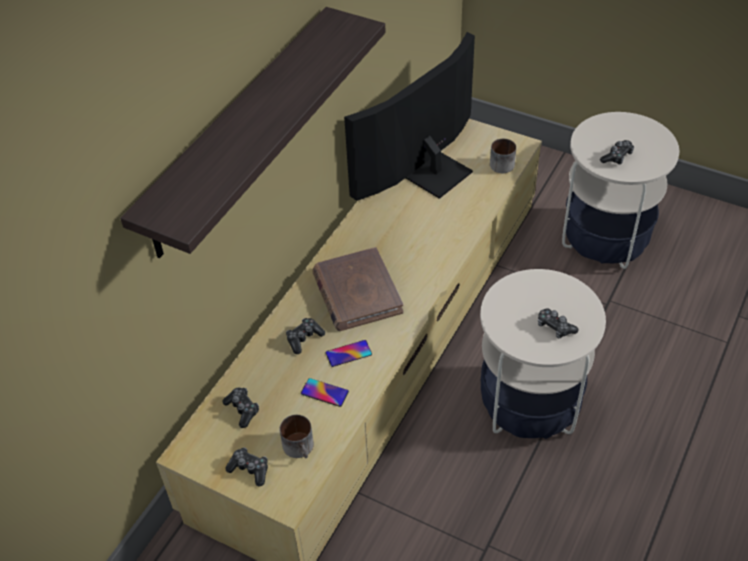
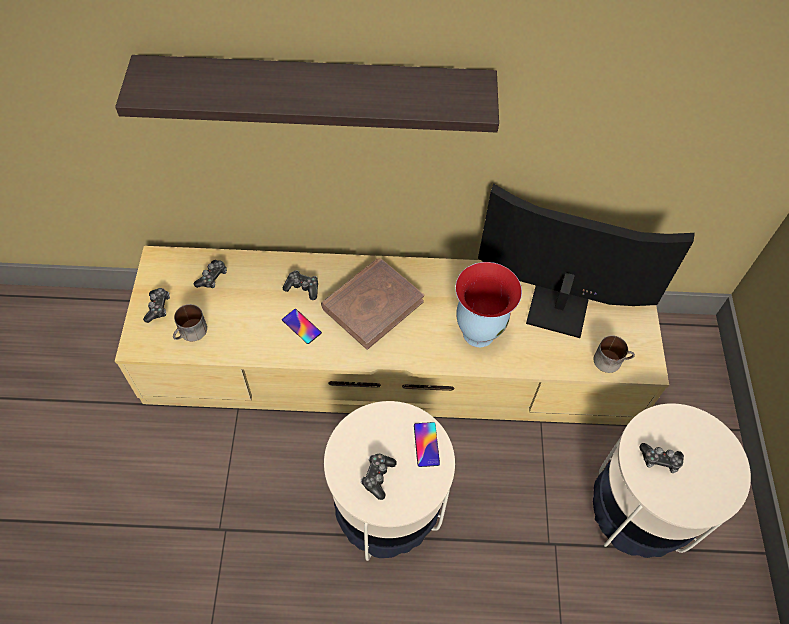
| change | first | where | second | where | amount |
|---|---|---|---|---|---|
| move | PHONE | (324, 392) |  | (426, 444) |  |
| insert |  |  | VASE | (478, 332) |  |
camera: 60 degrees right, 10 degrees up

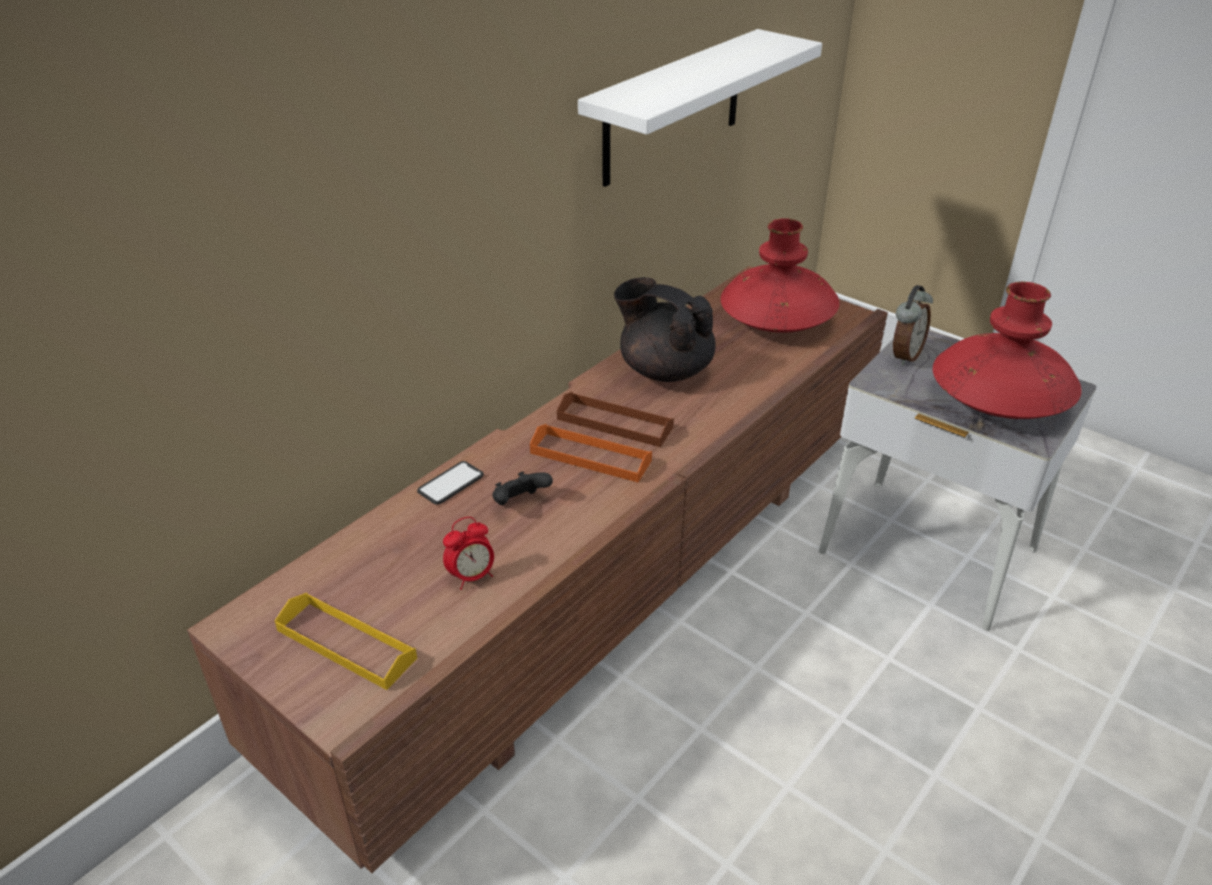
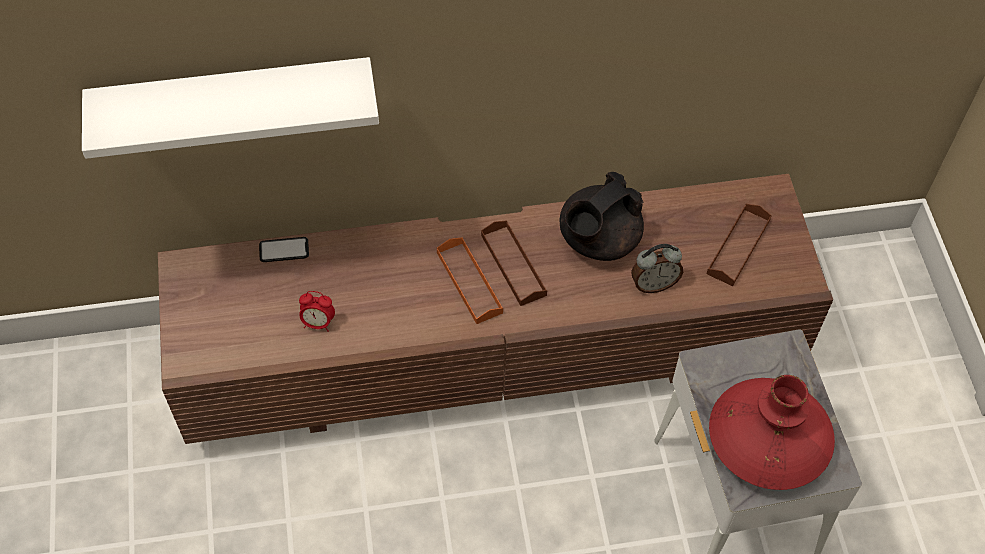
| change | first | where | second | where | amount |
|---|---|---|---|---|---|
| move | WHITE SHELF | (673, 107) |  | (234, 102) |  |
| replace | RED VASE | (777, 319) | BROWN TRAY | (738, 247) |  |
| rotate | BLACK TEAPOT | (664, 370) |  | (598, 240) | 120 degrees counterclockwise |
| move | ALARM CLOCK | (904, 356) |  | (653, 284) |  |
| move | PHONE | (450, 483) |  | (284, 250) |  |
| delete | BLACK GAME CONTROLLER | (520, 503) |  |  |  |
| delete | YELLOW TRAY | (346, 644) |  |  |  |
camera: 40 degrees right, 20 degrees up

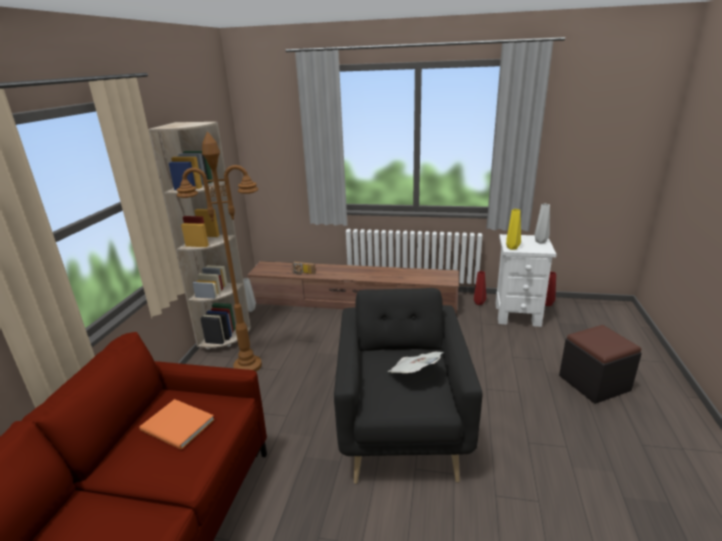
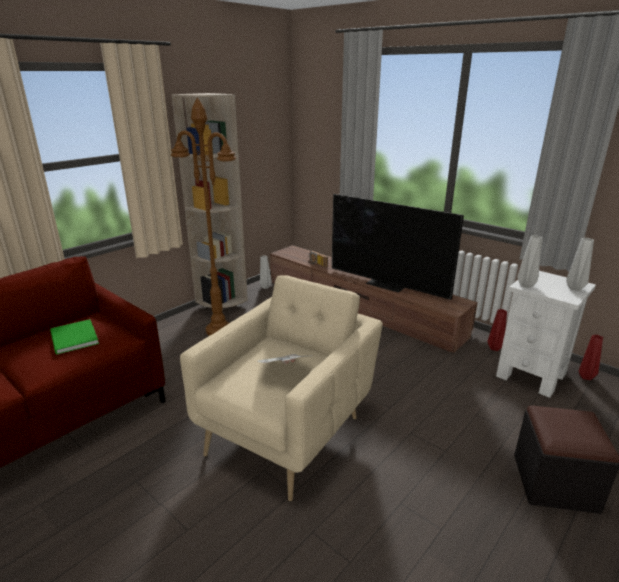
| change | first | where | second | where | amount |
|---|---|---|---|---|---|
| recolor | YELLOW VASE | (512, 248) | GREY VASE | (526, 285) |  |
| recolor | BLACK ARMCHAIR | (402, 428) | BEIGE ARMCHAIR | (289, 431) |  |
| recolor | ORANGE BOOK | (178, 427) | GREEN BOOK | (73, 339) |  |
| insert |  |  | TELEVISION | (387, 284) |  |
camera: 30 degrees right, 0 degrees up

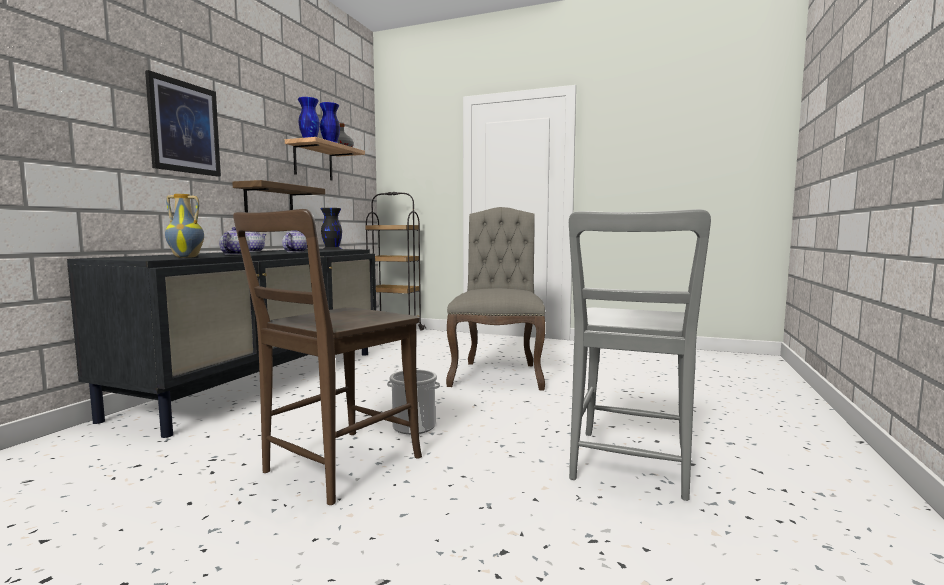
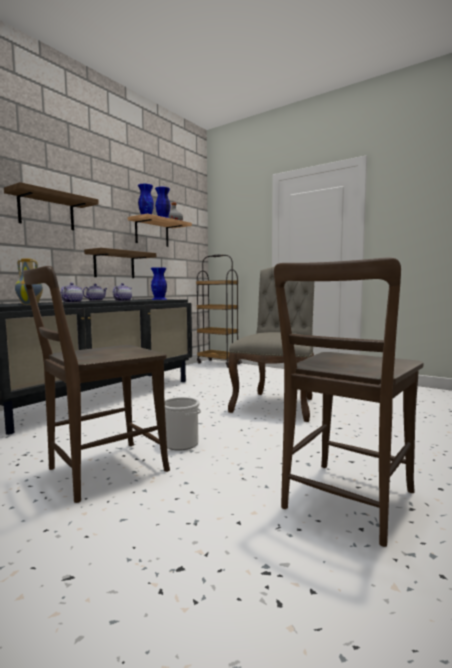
| change | first | where | second | where | amount |
|---|---|---|---|---|---|
| replace | PICTURE | (184, 127) | SHELF | (46, 211) |  |
| recolor | BLACK VASE | (332, 249) | BLUE VASE | (159, 299) |  |
| recolor | GREY CHAIR | (629, 466) | BROWN CHAIR | (345, 503) |  |
camera: 15 degrees right, 0 degrees up

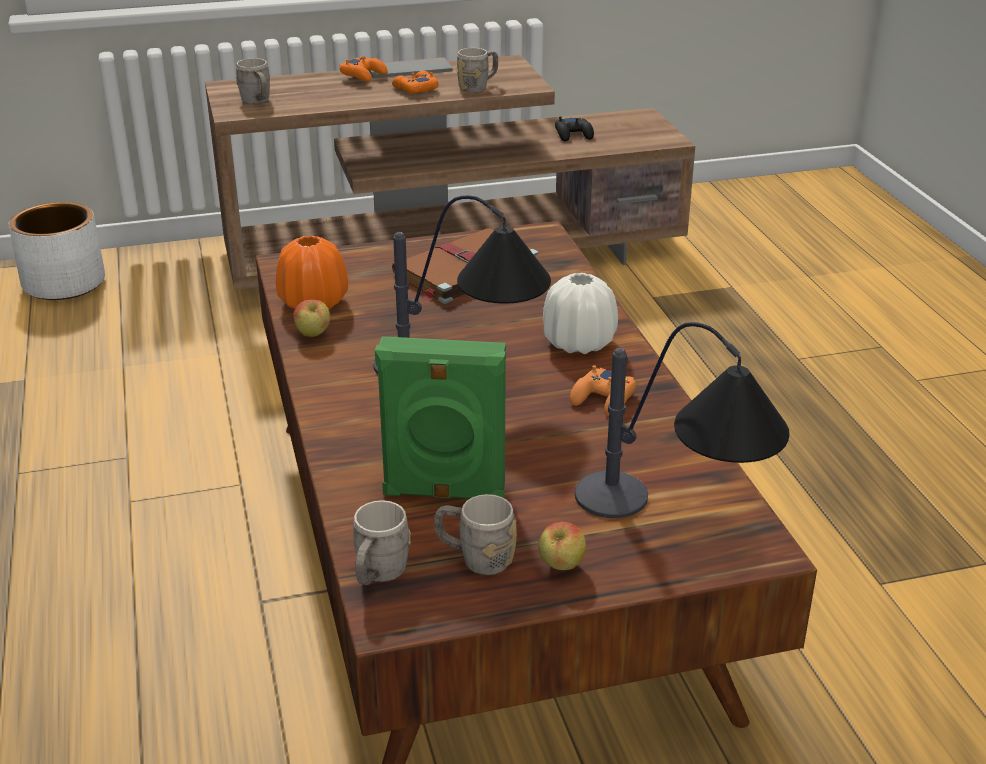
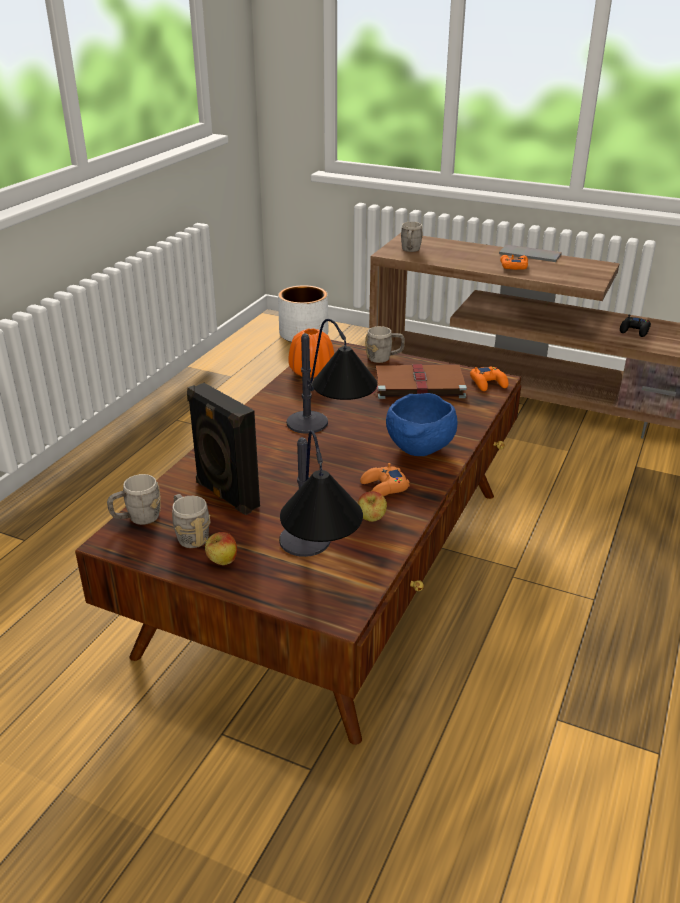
| change | first | where | second | where | amount |
|---|---|---|---|---|---|
| move | GREY MUG | (478, 87) |  | (384, 358) |  |
| move | ORANGE GAME CONTROLLER | (364, 75) |  | (488, 383) |  |
| replace | WHITE VASE | (579, 343) | BLUE BOWL | (420, 450) |  |
| move | APPLE | (313, 335) |  | (371, 520) |  |
| recolor | GREEN SPEAKER | (444, 493) | BLACK SPEAKER | (225, 496) |  |
camera: 40 degrees right, 0 degrees up

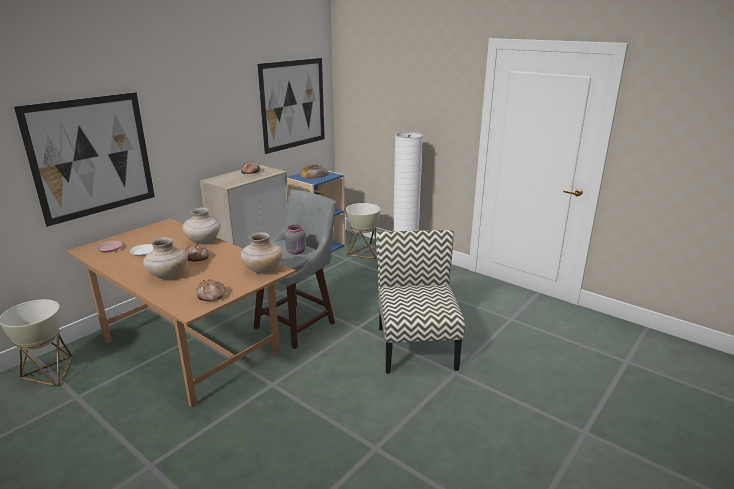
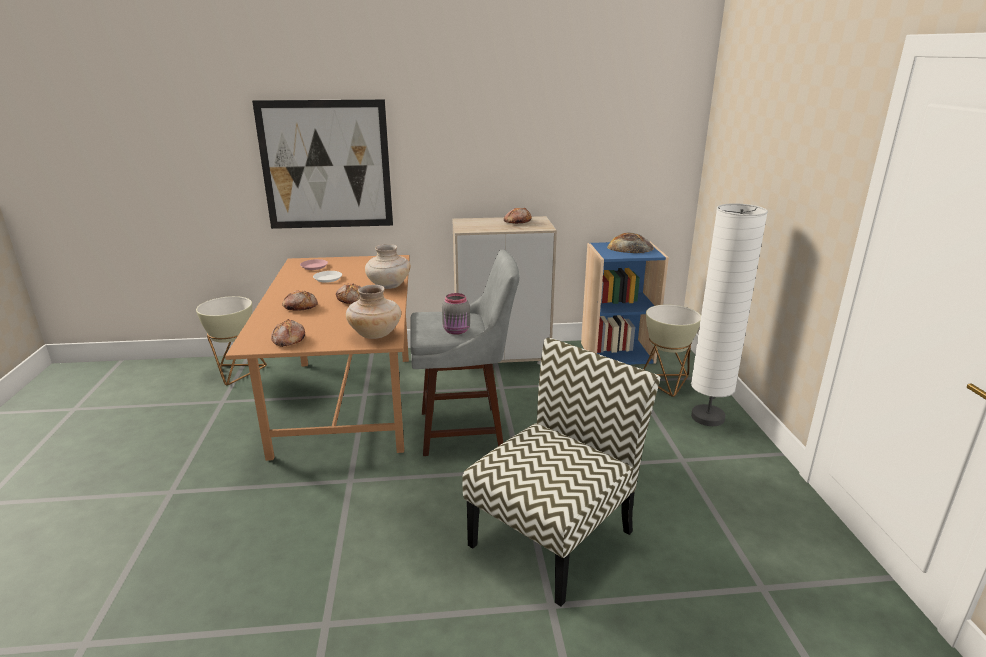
| change | first | where | second | where | amount |
|---|---|---|---|---|---|
| delete | PICTURE | (293, 104) |  |  |  |
| replace | BEIGE VASE | (168, 275) | BREAD | (300, 307) |  |
camera: 45 degrees right, 0 degrees up

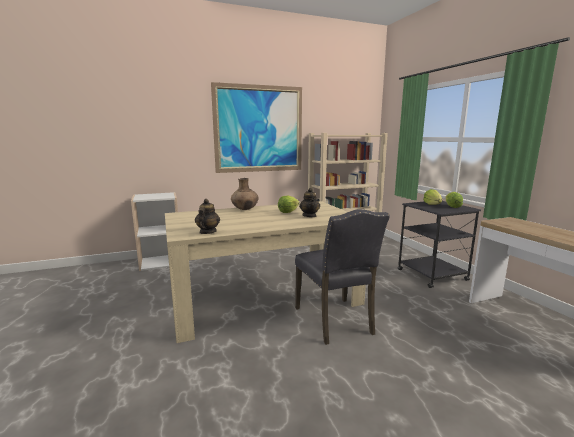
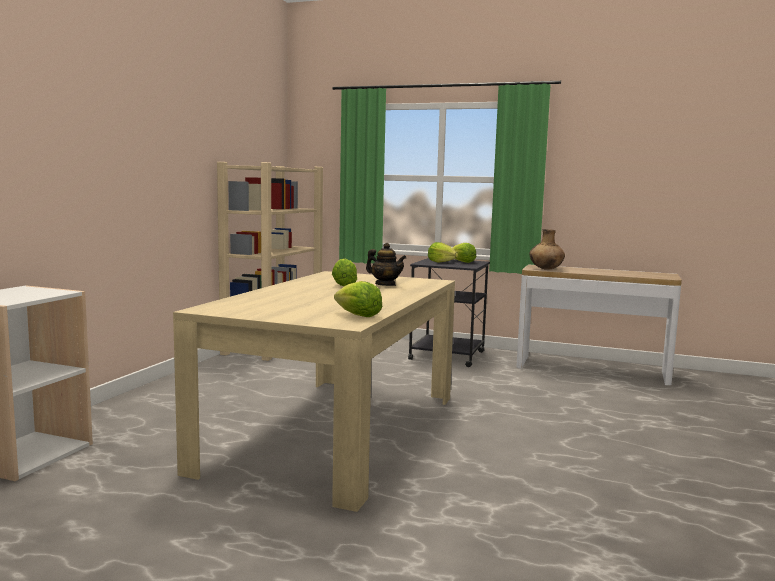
| change | first | where | second | where | amount |
|---|---|---|---|---|---|
| delete | PICTURE | (259, 129) |  |  |  |
| move | BROWN VASE | (245, 209) |  | (546, 269) |  |
| replace | TEAPOT | (207, 232) | LETTUCE | (358, 315) |  |
| delete | GREY CHAIR | (335, 321) |  |  |  |
camera: 50 degrees left, 5 degrees down

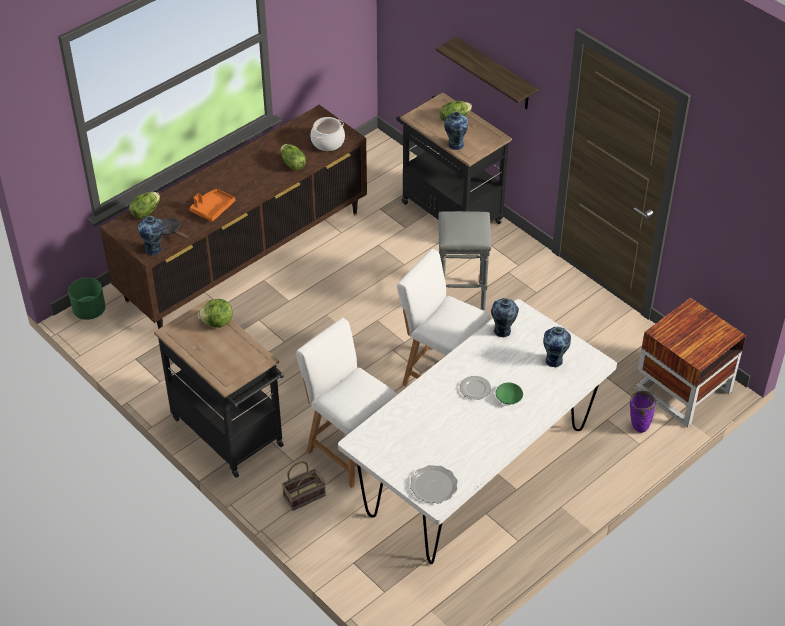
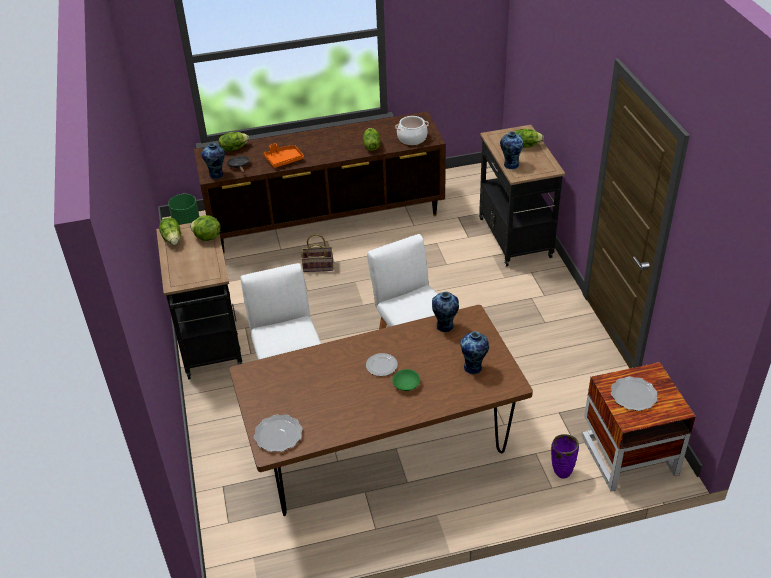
| change | first | where | second | where | amount |
|---|---|---|---|---|---|
| delete | SHELF | (495, 75) |  |  |  |
| delete | GREY STOOL | (460, 297) |  |  |  |
| recolor | WHITE DINING TABLE | (476, 474) | BROWN DINING TABLE | (382, 454) |  |
| move | BASKET | (304, 495) |  | (319, 266) |  |
| insert |  |  | LETTUCE | (172, 239) |  |
| insert |  |  | PLATE | (633, 395) |  |
camera: 30 degrees right, 5 degrees down

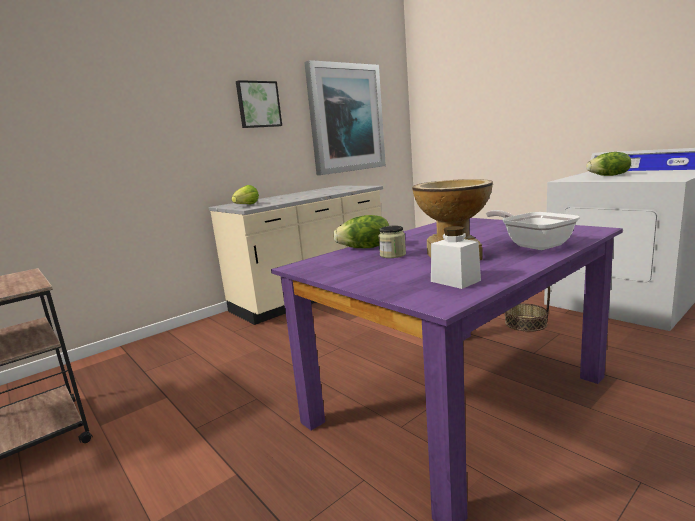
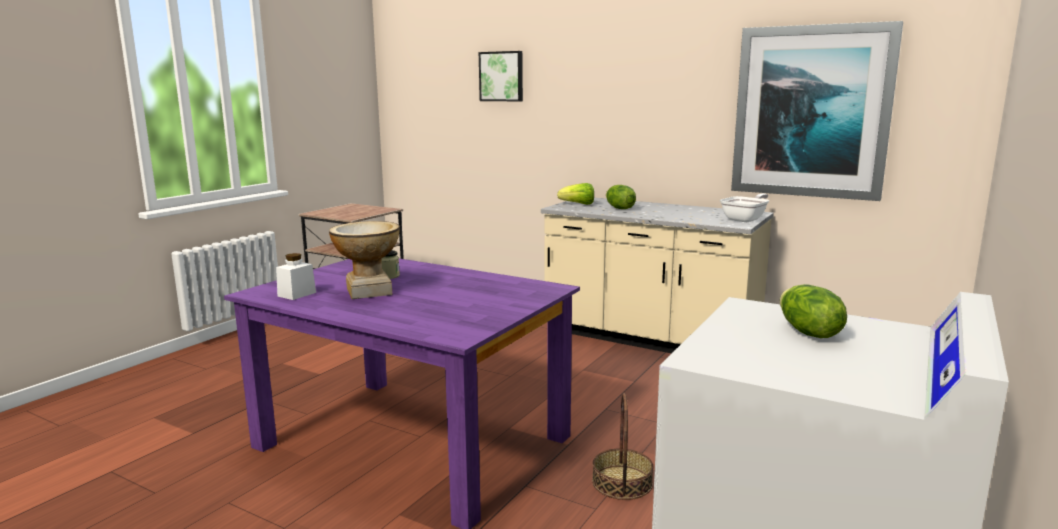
| change | first | where | second | where | amount |
|---|---|---|---|---|---|
| move | PICTURE | (258, 104) |  | (502, 76) |  |
| move | FRYING PAN | (533, 245) |  | (746, 219) |  |
| move | LETTUCE | (365, 248) |  | (619, 208) |  |
camera: 70 degrees right, 0 degrees up

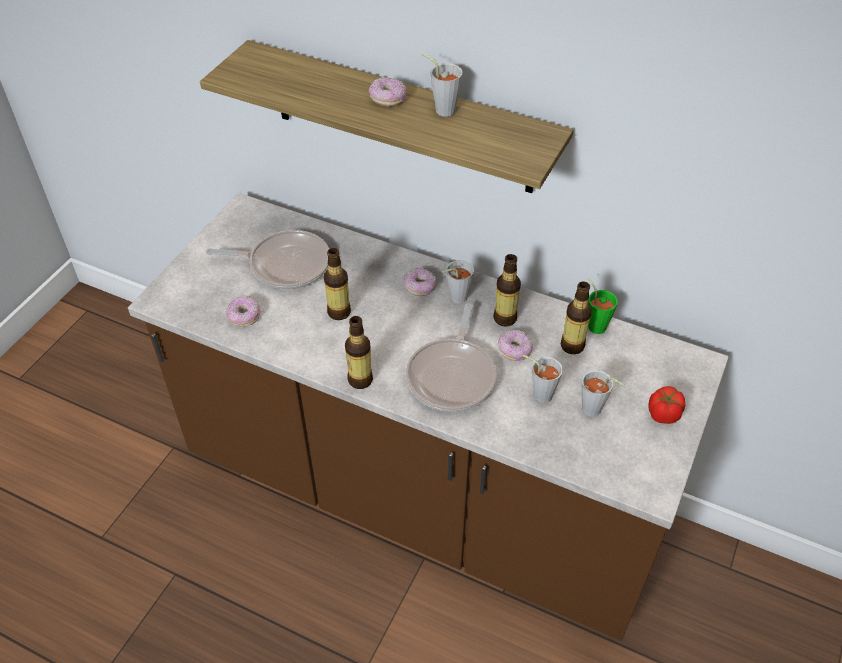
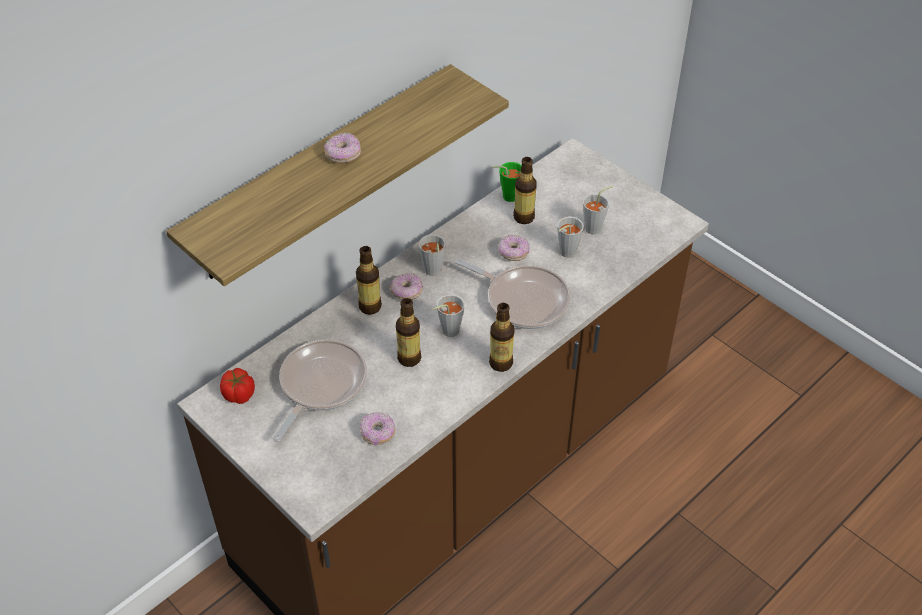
| change | first | where | second | where | amount |
|---|---|---|---|---|---|
| move | GREY CUP | (441, 108) |  | (447, 332) |  |
| move | BOTTLE | (504, 318) |  | (370, 306) |  |
| move | TOMATO | (663, 414) |  | (239, 394) |  |
camera: 70 degrees left, 0 degrees up

